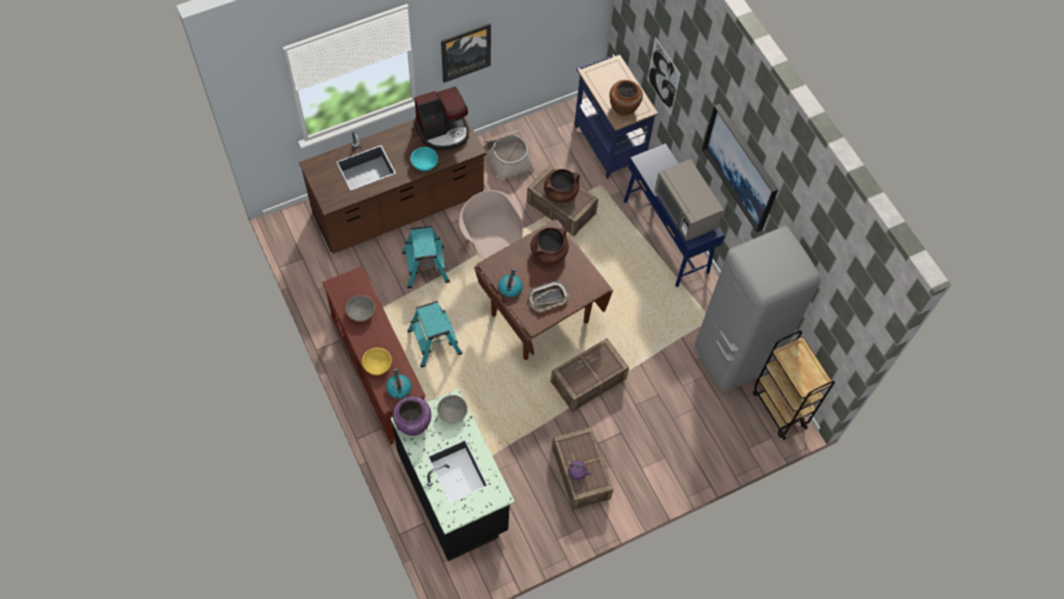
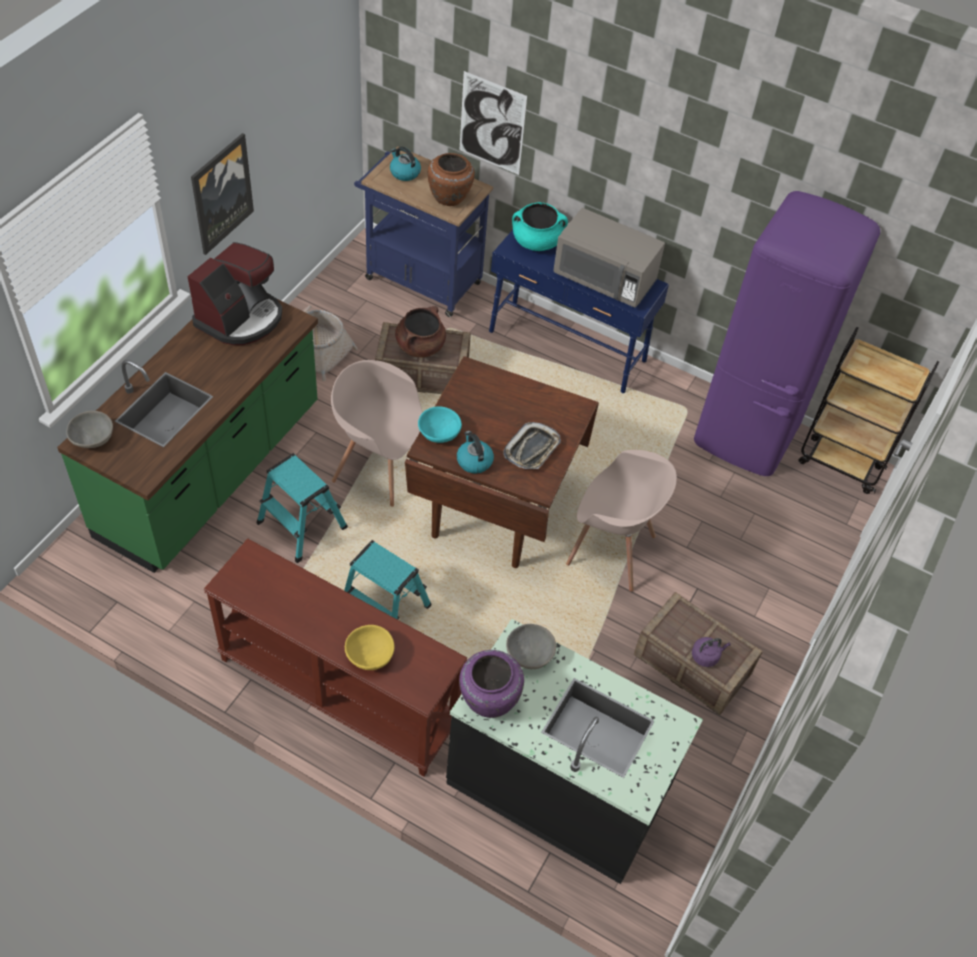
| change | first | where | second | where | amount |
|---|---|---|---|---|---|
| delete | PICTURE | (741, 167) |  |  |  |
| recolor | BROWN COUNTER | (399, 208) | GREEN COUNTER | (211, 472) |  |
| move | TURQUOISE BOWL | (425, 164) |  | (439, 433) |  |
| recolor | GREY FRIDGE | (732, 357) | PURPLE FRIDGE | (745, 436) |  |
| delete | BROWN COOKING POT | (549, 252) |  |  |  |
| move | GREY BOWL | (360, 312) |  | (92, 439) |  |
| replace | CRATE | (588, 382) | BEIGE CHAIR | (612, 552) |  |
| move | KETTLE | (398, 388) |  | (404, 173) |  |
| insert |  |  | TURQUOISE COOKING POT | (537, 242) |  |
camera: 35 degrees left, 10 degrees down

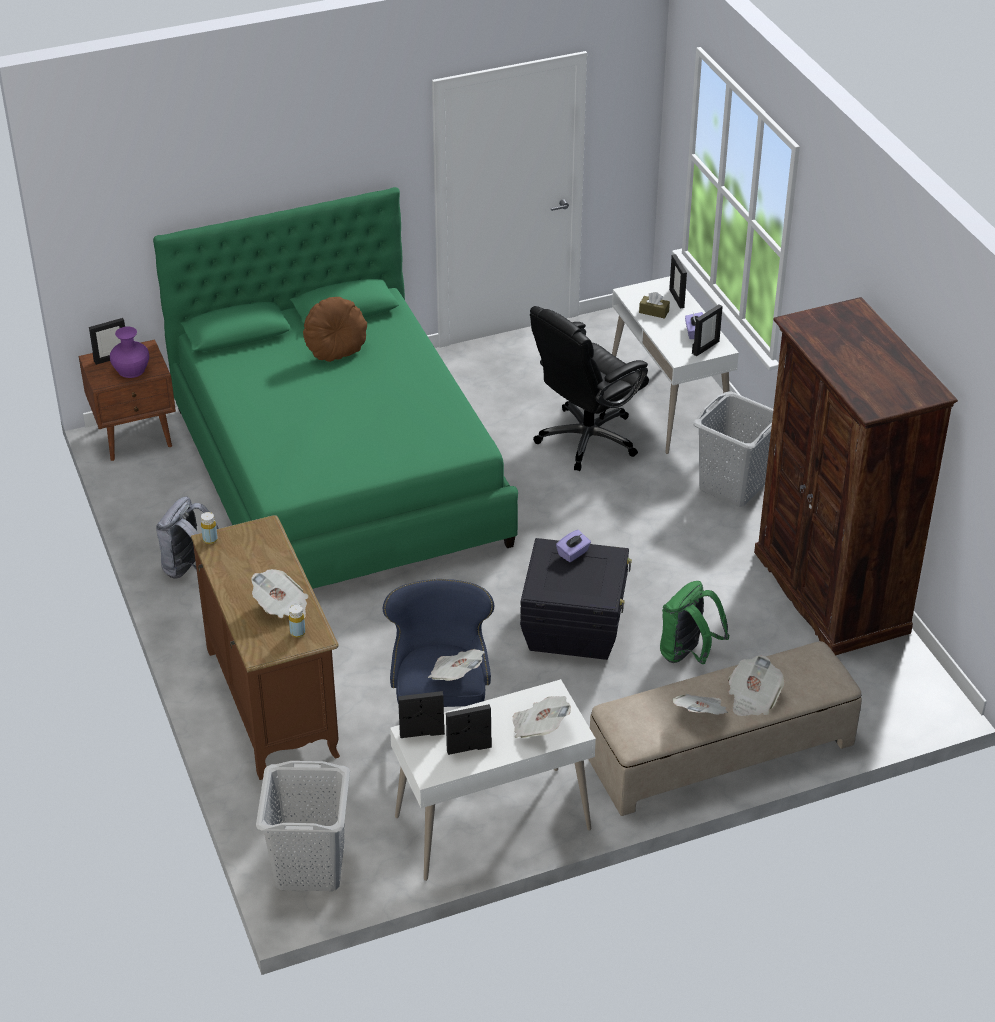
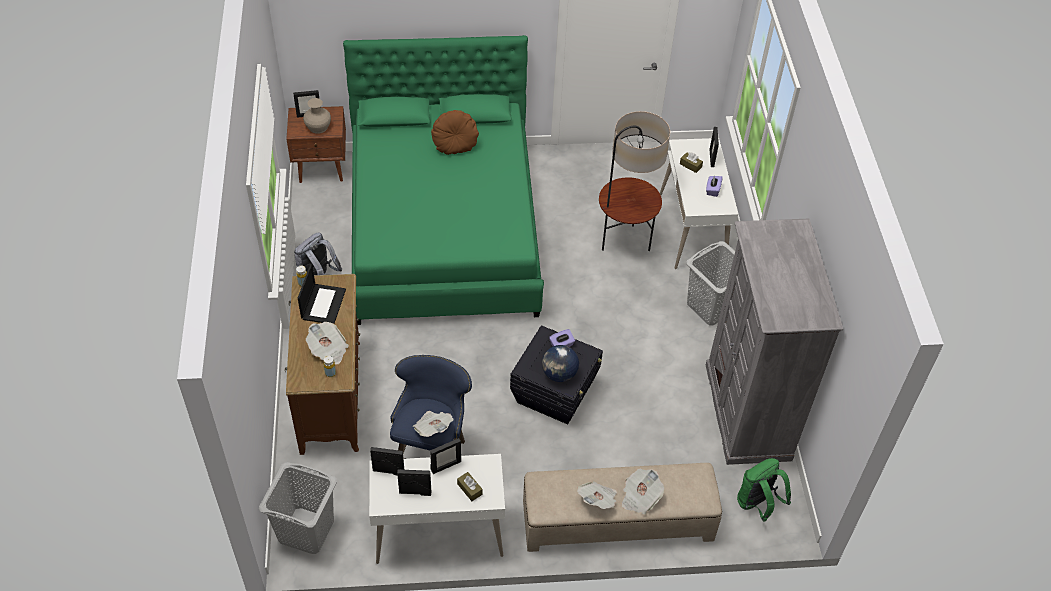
| change | first | where | second | where | amount |
|---|---|---|---|---|---|
| recolor | BROWN WARDROBE | (830, 592) | GREY WARDROBE | (747, 411) |  |
| move | PICTURE FRAME | (705, 347) |  | (446, 465) |  |
| replace | BLACK OFFICE CHAIR | (587, 439) | FLOOR LAMP | (624, 243) |  |
| recolor | PURPLE VASE | (131, 370) | BEIGE VASE | (318, 127) |  |
| move | GREEN BACKPACK | (688, 654) |  | (757, 504) |  |
| replace | NEWSPAPER | (539, 728) | BROWN TISSUE BOX | (469, 489) |  |
| insert |  |  | LAPTOP | (323, 304) |  |
| insert |  |  | GLOBE | (559, 374) |  |
camera: 15 degrees right, 10 degrees up

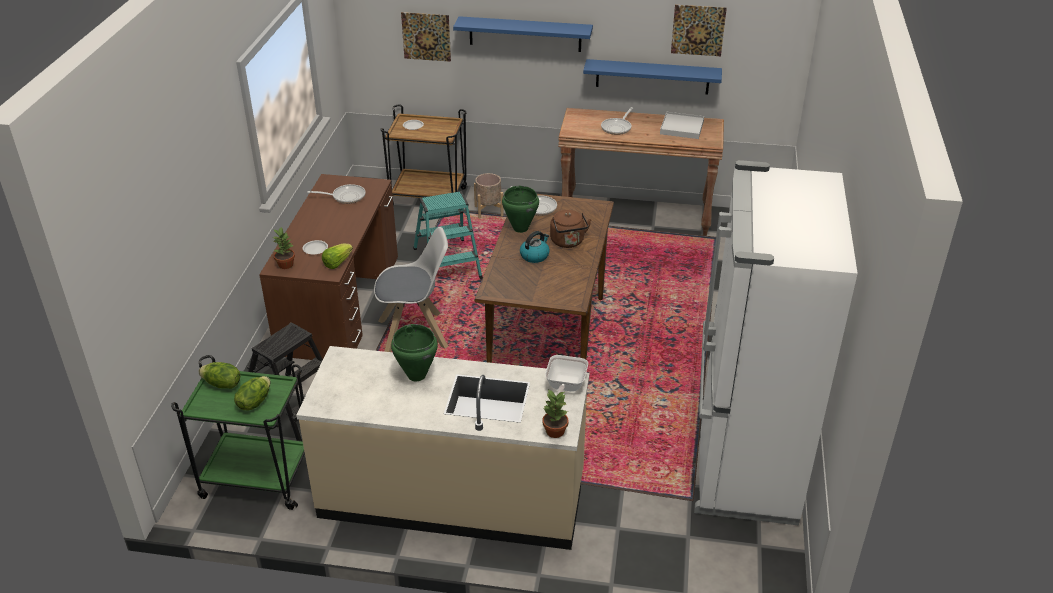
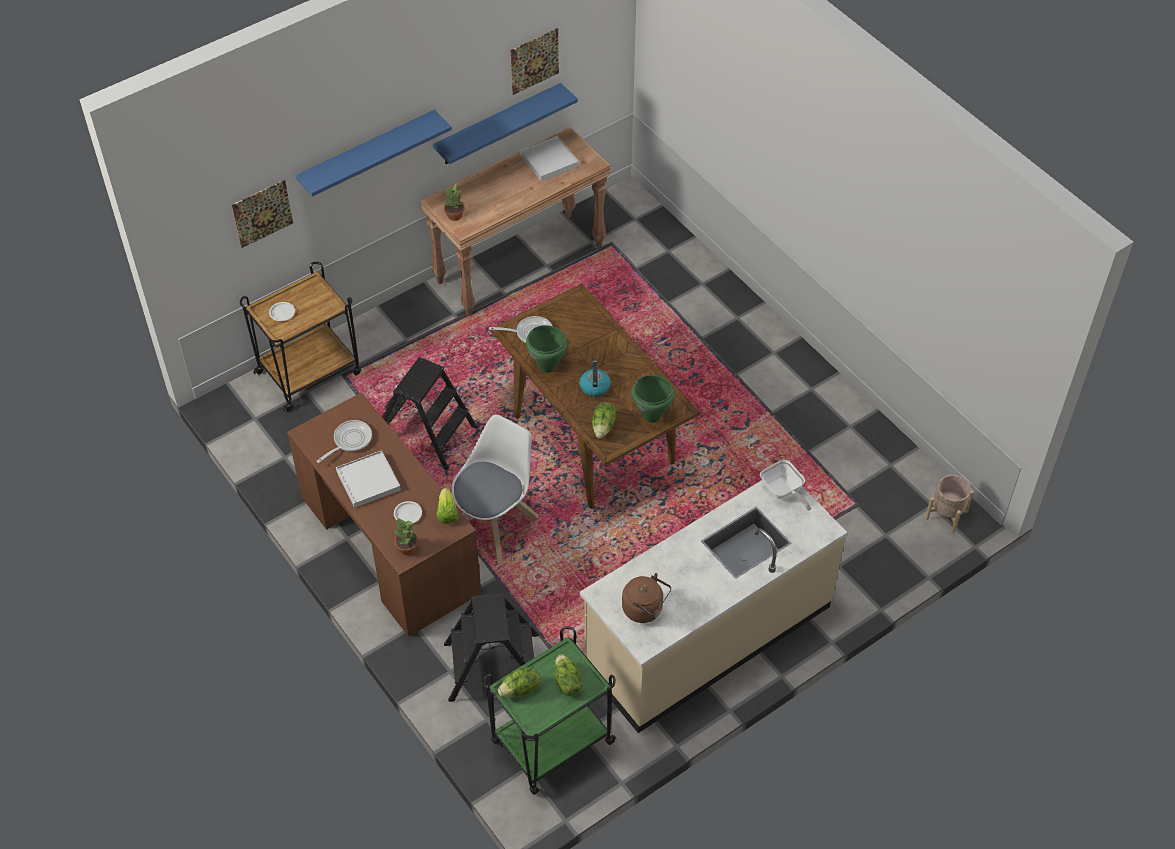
| change | first | where | second | where | amount |
|---|---|---|---|---|---|
| delete | FRYING PAN | (617, 127) |  |  |  |
| delete | WHITE FRIDGE | (742, 463) |  |  |  |
| move | BEIGE PLANTER | (488, 211) |  | (946, 515) |  |
| recolor | TURQUOISE STEP LADDER | (447, 263) | BLACK STEP LADDER | (425, 432) |  |
| move | BROWN KETTLE | (568, 242) |  | (645, 609) |  |
| move | GREEN COOKING POT | (416, 375) |  | (652, 416) |  |
| move | POTTED PLANT | (554, 431) |  | (454, 216) |  |
| insert |  |  | LETTUCE | (604, 426) |  |
| insert |  |  | WHITE TRAY | (368, 481) |  |
camera: 45 degrees left, 15 degrees up

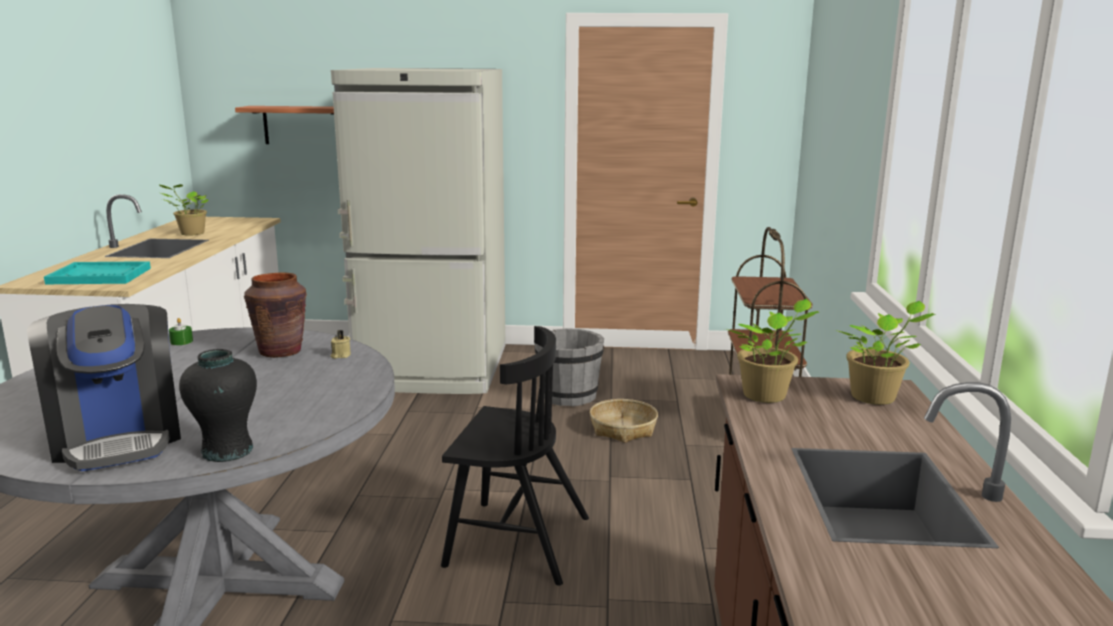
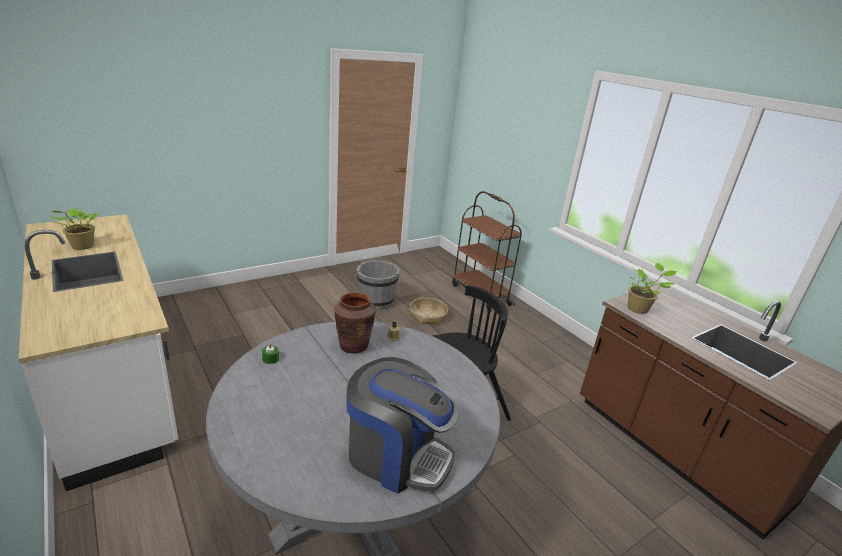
| change | first | where | second | where | amount |
|---|---|---|---|---|---|
| delete | WHITE FRIDGE | (433, 366) |  |  |  |
| delete | SHELF | (303, 125) |  |  |  |
| delete | TURQUOISE TRAY | (100, 276) |  |  |  |
| delete | POTTED PLANT | (876, 398) |  |  |  |
| delete | BLACK VASE | (227, 451) |  |  |  |
camera: 40 degrees left, 10 degrees up

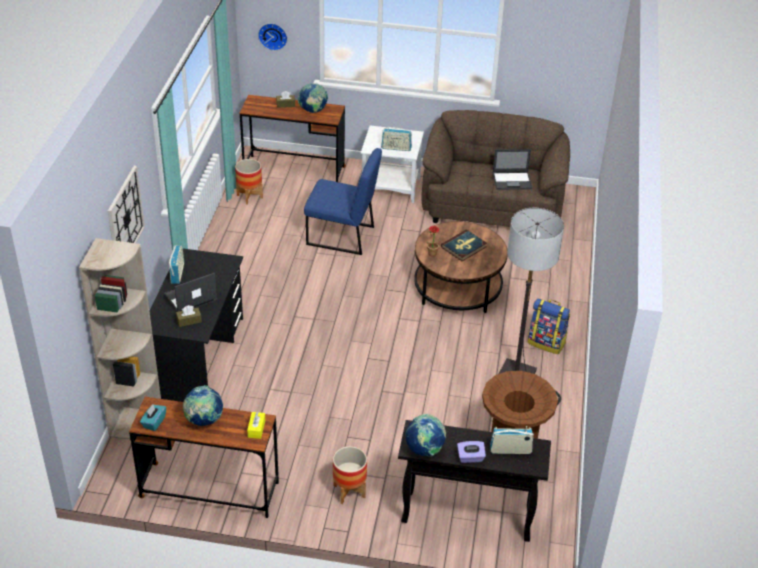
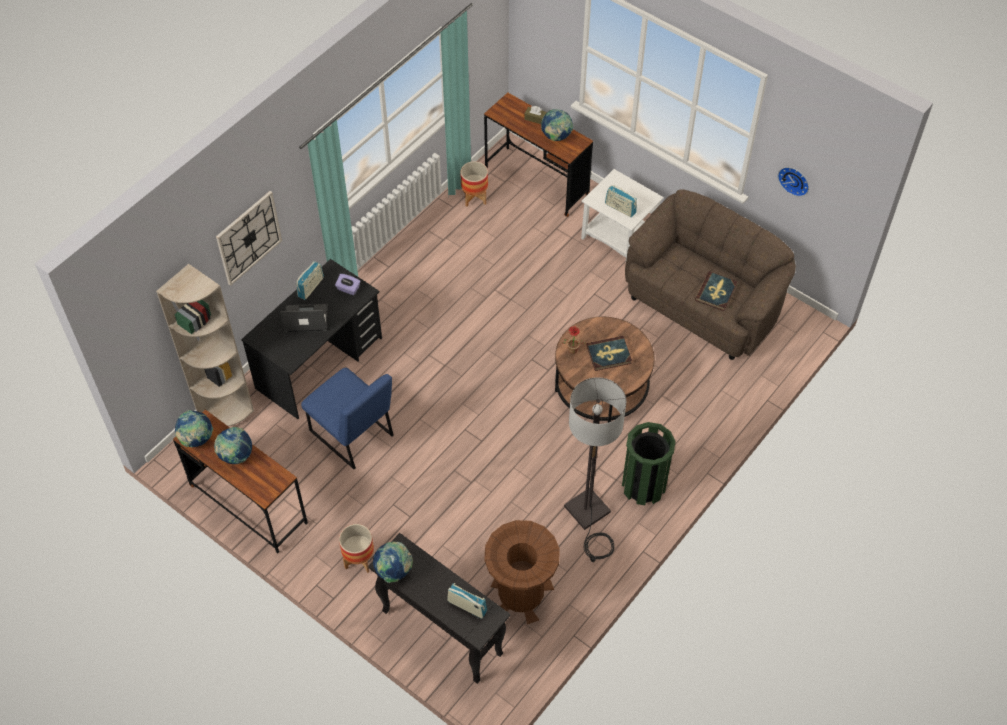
| change | first | where | second | where | amount |
|---|---|---|---|---|---|
| move | WALL CLOCK | (273, 35) |  | (794, 180) |  |
| move | BLUE CHAIR | (342, 236) |  | (352, 435) |  |
| replace | LAPTOP | (512, 181) | BOOK | (716, 292) |  |
| replace | BACKPACK | (546, 343) | GREEN TRASH CAN | (644, 486) |  |
| delete | BROWN TISSUE BOX | (189, 320) |  |  |  |
| replace | TURQUOISE TISSUE BOX | (154, 422) | GLOBE | (196, 439) |  |
| delete | YELLOW TISSUE BOX | (256, 429) |  |  |  |
| move | PURPLE TISSUE BOX | (470, 458) |  | (348, 289) |  |
camera: 30 degrees right, 15 degrees up

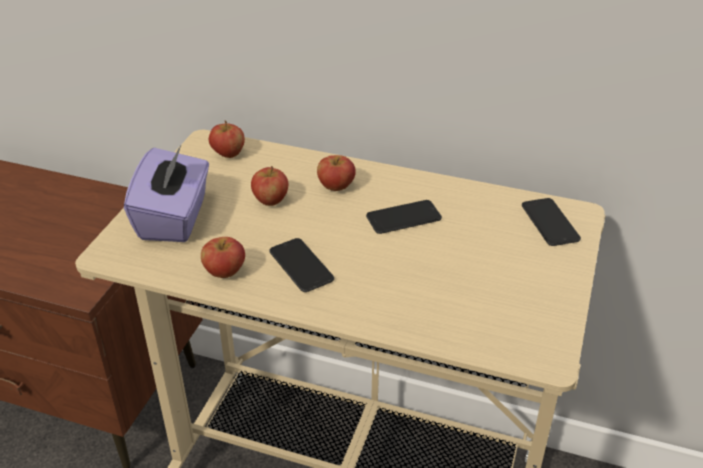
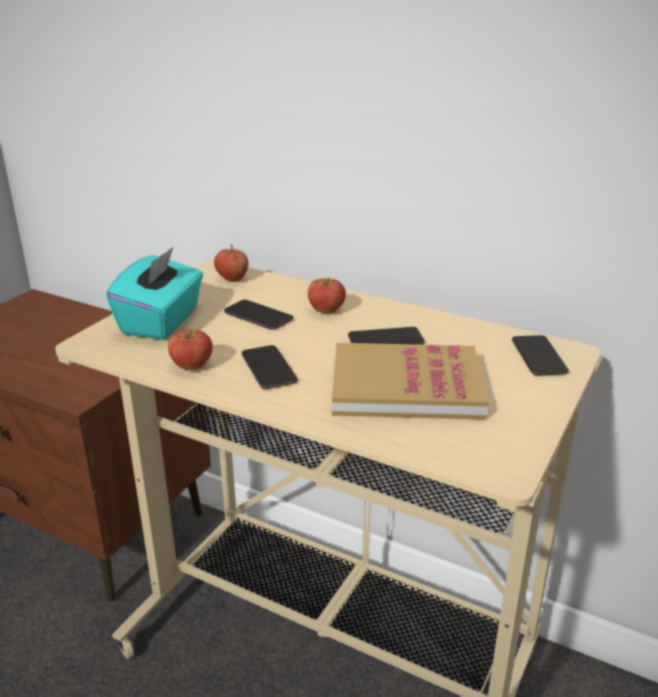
| change | first | where | second | where | amount |
|---|---|---|---|---|---|
| recolor | PURPLE TISSUE BOX | (174, 218) | TURQUOISE TISSUE BOX | (162, 321) |  |
| replace | APPLE | (270, 200) | PHONE | (258, 316) |  |
| insert |  |  | BOOK | (406, 386) |  |
camera: 10 degrees right, 10 degrees down

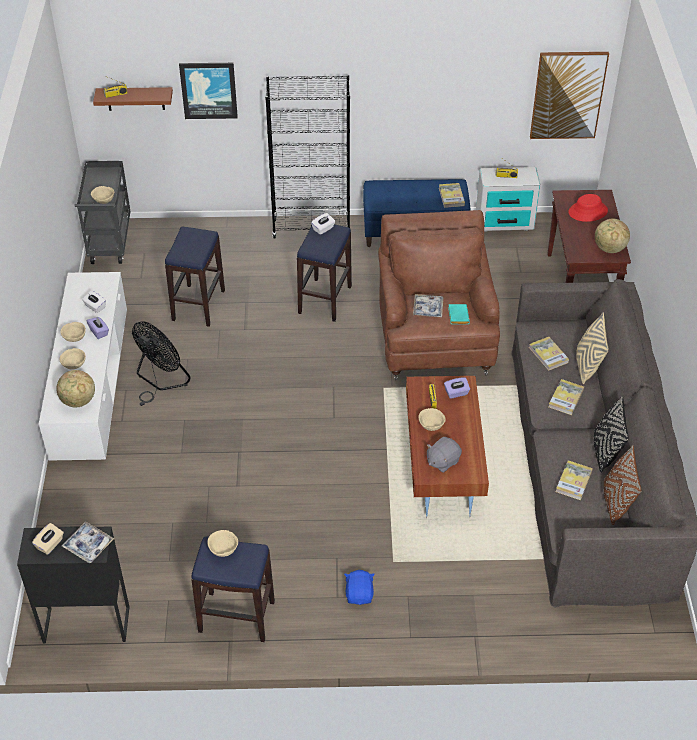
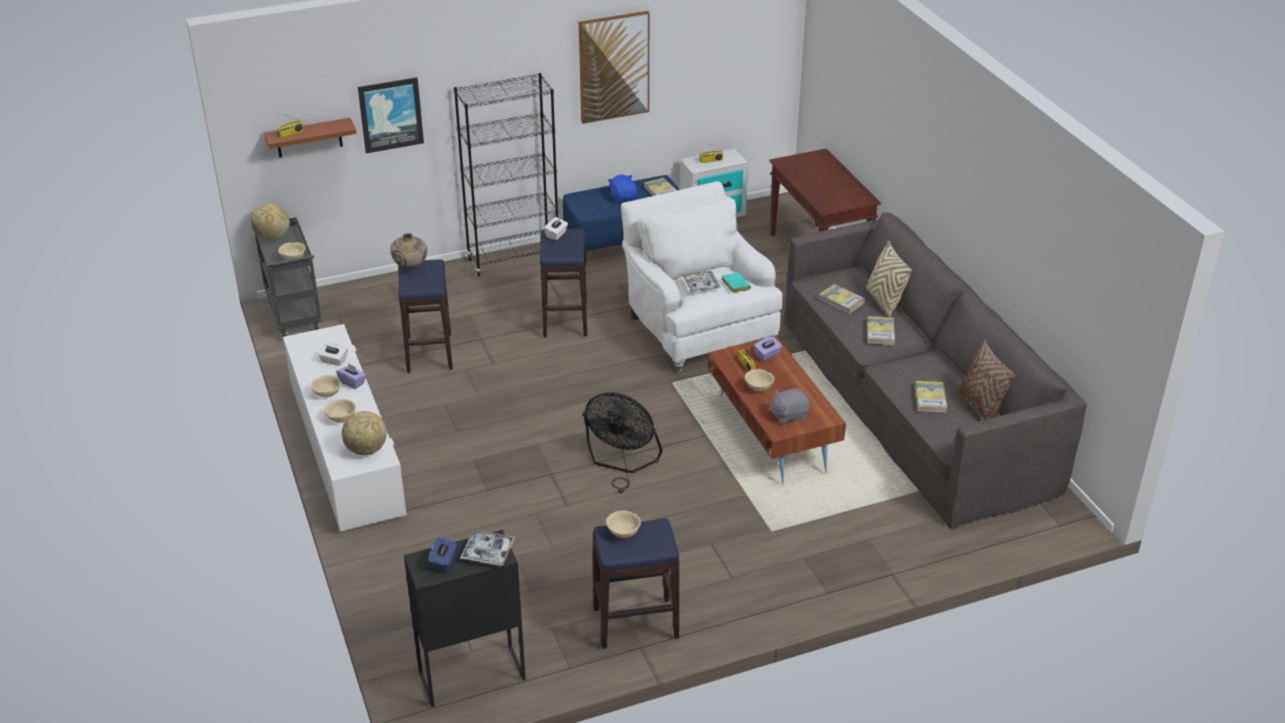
| change | first | where | second | where | amount |
|---|---|---|---|---|---|
| move | PICTURE | (568, 95) |  | (614, 67) |  |
| delete | RED HAT | (588, 212) |  |  |  |
| recolor | BROWN ARMCHAIR | (434, 336) | WHITE ARMCHAIR | (697, 327) |  |
| move | GLOBE | (609, 249) |  | (272, 237) |  |
| move | BLACK FAN | (157, 378) |  | (619, 463) |  |
| delete | BLACK PILLOW | (605, 451) |  |  |  |
| rotate | GREY PLUSH TOY | (442, 461) |  | (788, 415) | 45 degrees clockwise |
| recolor | BEIGE TISSUE BOX | (50, 544) | BLUE TISSUE BOX | (443, 562) |  |
| move | BLUE PLUSH TOY | (359, 594) |  | (623, 198) |  |
| insert |  |  | BEIGE VASE | (410, 268) |  |
camera: 20 degrees left, 10 degrees down

